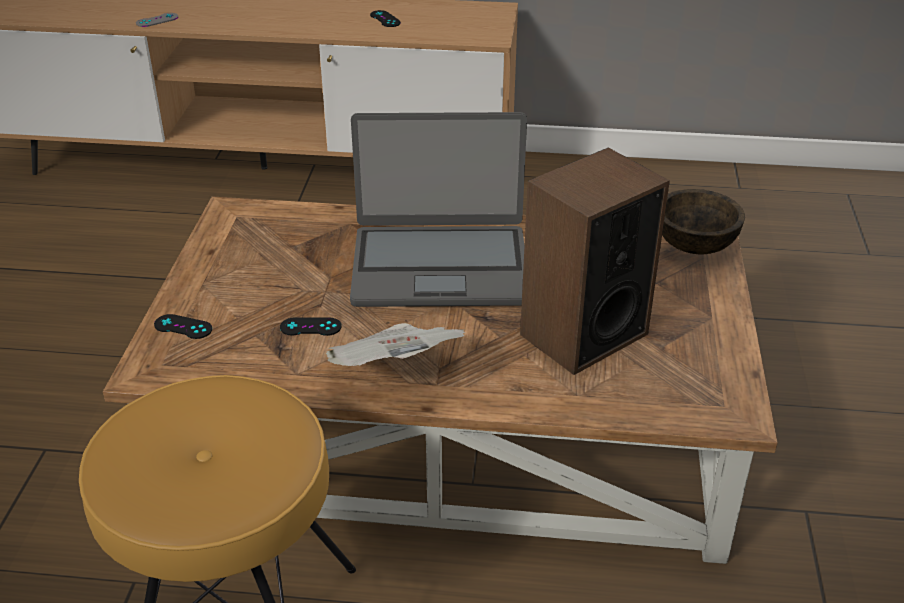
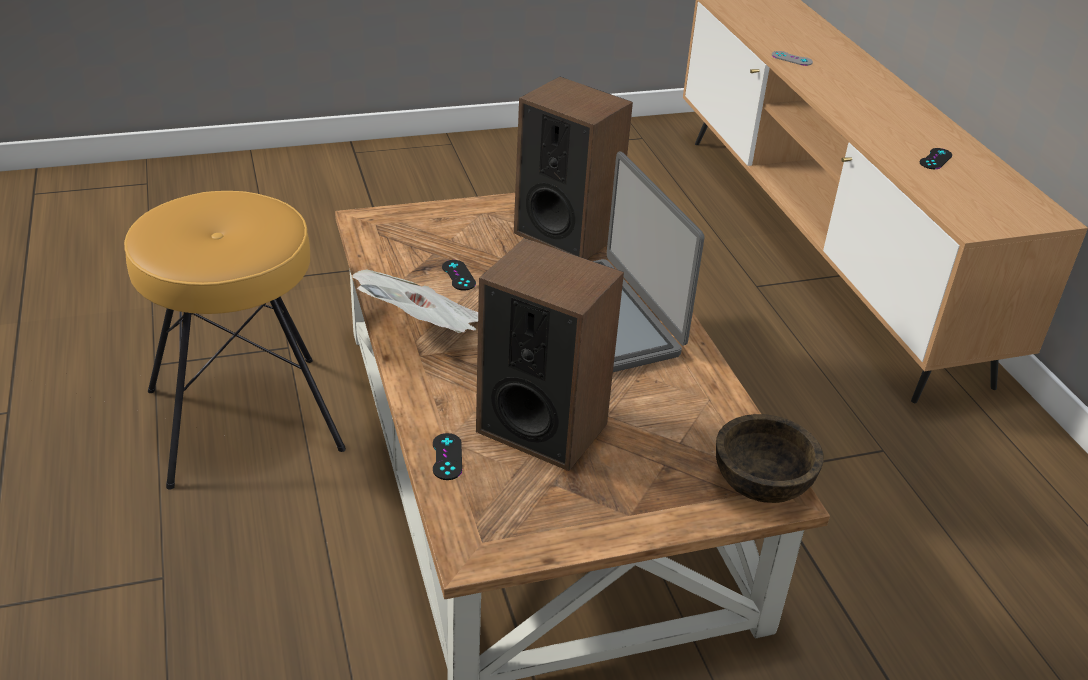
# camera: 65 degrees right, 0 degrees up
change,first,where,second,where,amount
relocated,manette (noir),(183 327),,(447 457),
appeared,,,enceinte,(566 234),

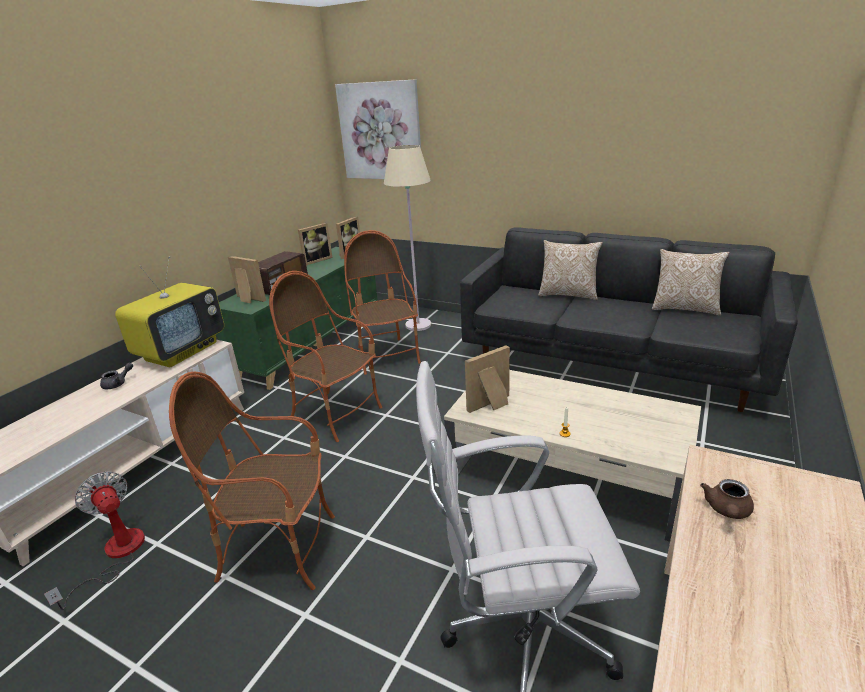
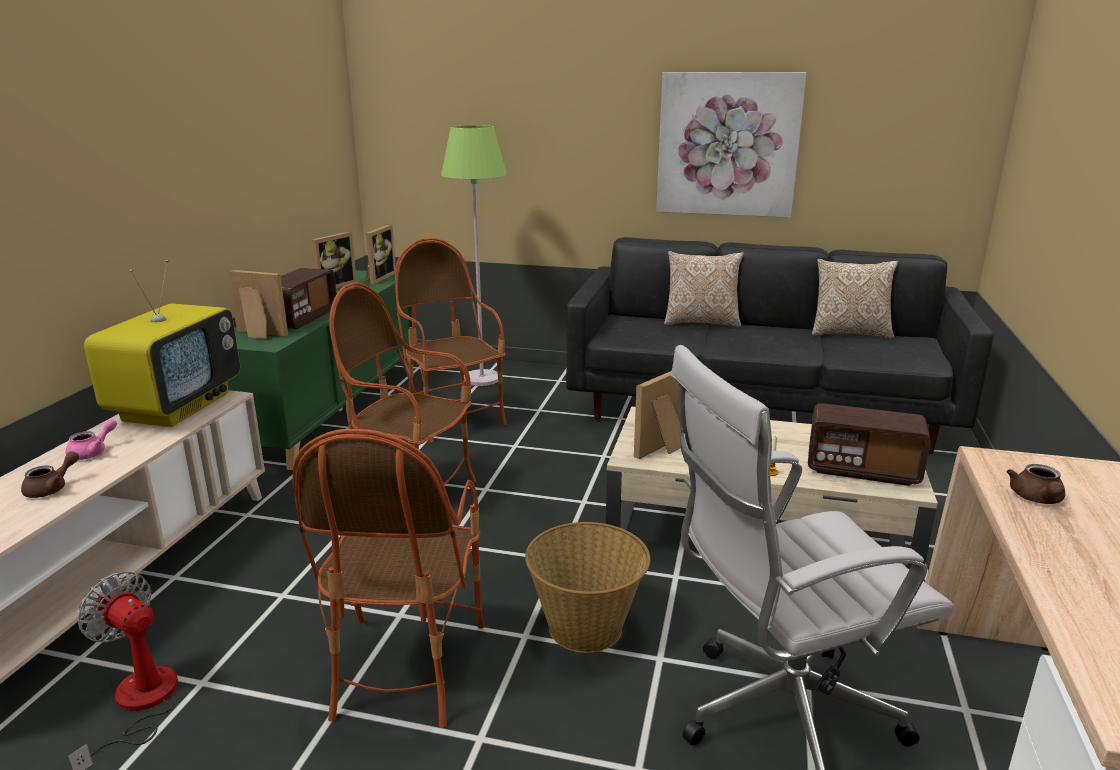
# camera: 15 degrees left, 5 degrees down
change,first,where,second,where,amount
appeared,,,théière (marron),(52 488),
colour,théière (gris),(118 384),théière (rose),(93 452),
spun,fauteuil,(279 550),,(405 666),75 degrees counterclockwise
colour,lampadaire (beige),(418 325),lampadaire (vert),(482 378),
appeared,,,panier,(586 627),
relocated,tableau,(380 131),,(728 145),
appeared,,,radio,(862 470),

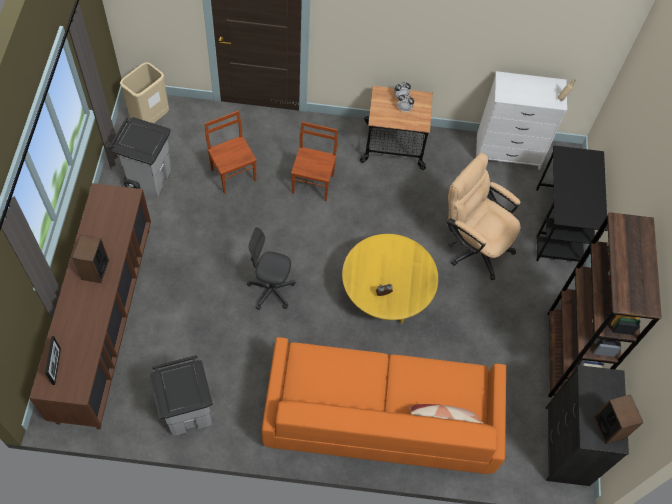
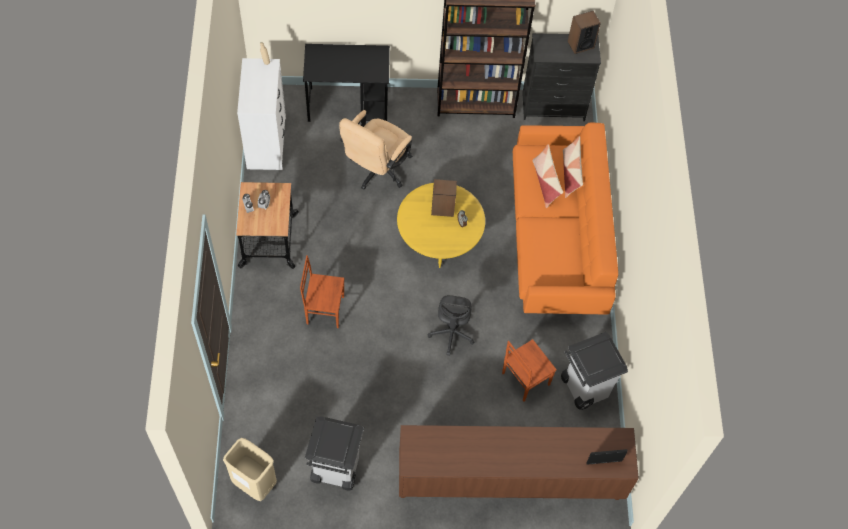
# camera: 95 degrees left, 0 degrees up
change,first,where,second,where,amount
relocated,enceinte,(95 270),,(443 208),
relocated,chaise (marron),(234 174),,(524 379),
appeared,,,coussin,(545 182),

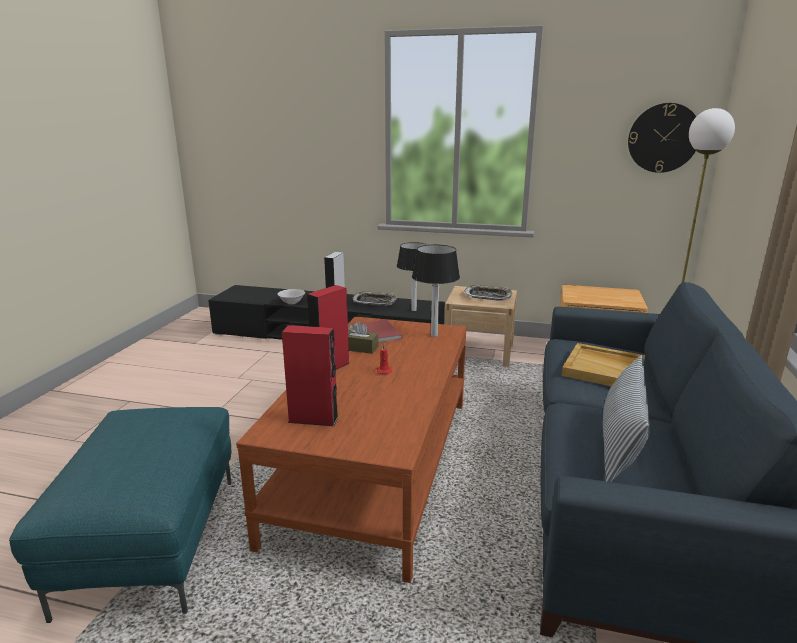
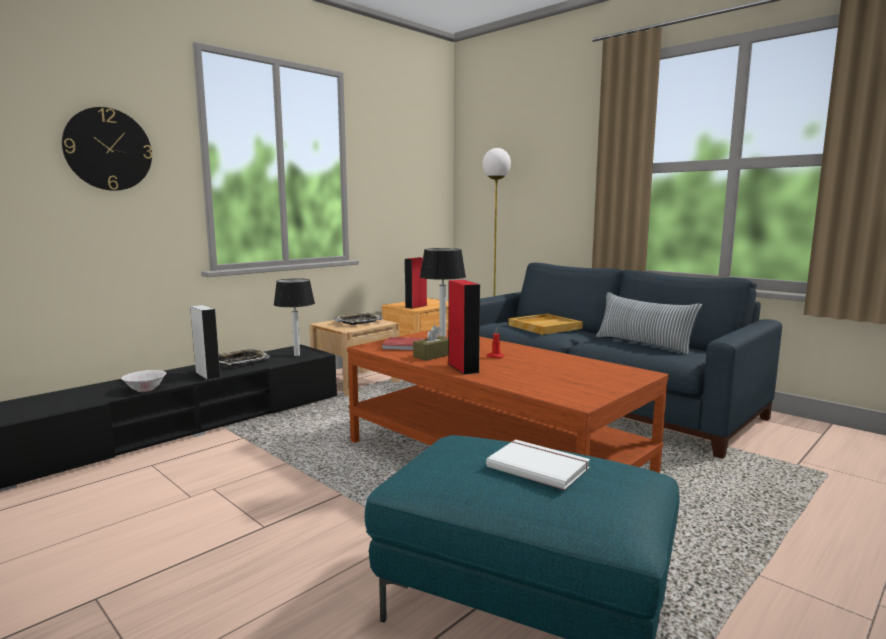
# camera: 60 degrees left, 10 degrees down
change,first,where,second,where,amount
relocated,horloge murale,(663 138),,(108 149),
relocated,enceinte (rouge),(313 419),,(416 306),
appeared,,,livre (blanc),(538 466),

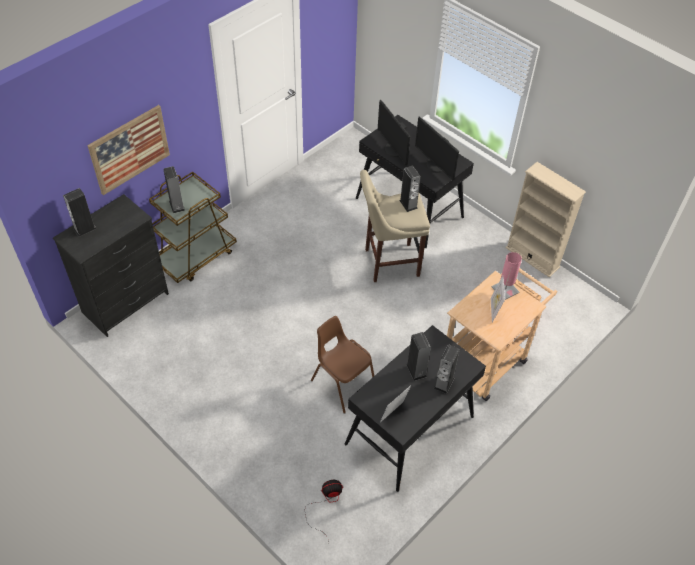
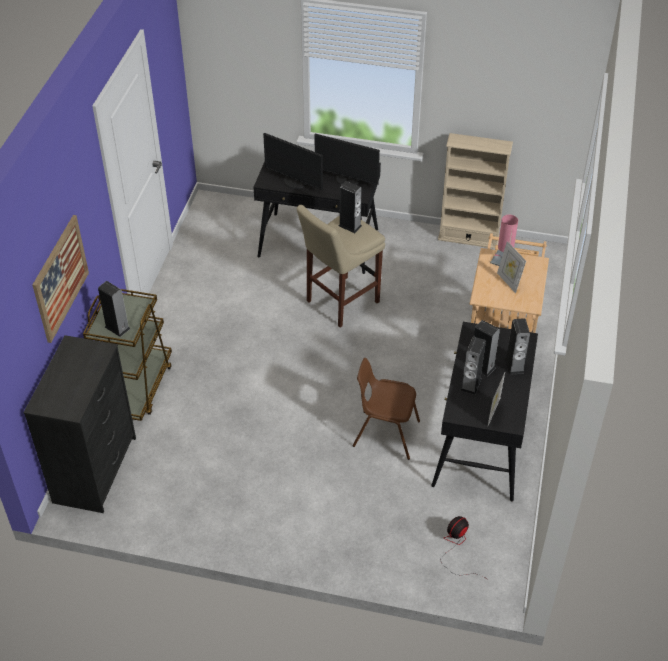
# camera: 30 degrees left, 5 degrees down
change,first,where,second,where,amount
relocated,enceinte,(84 228),,(470 384),

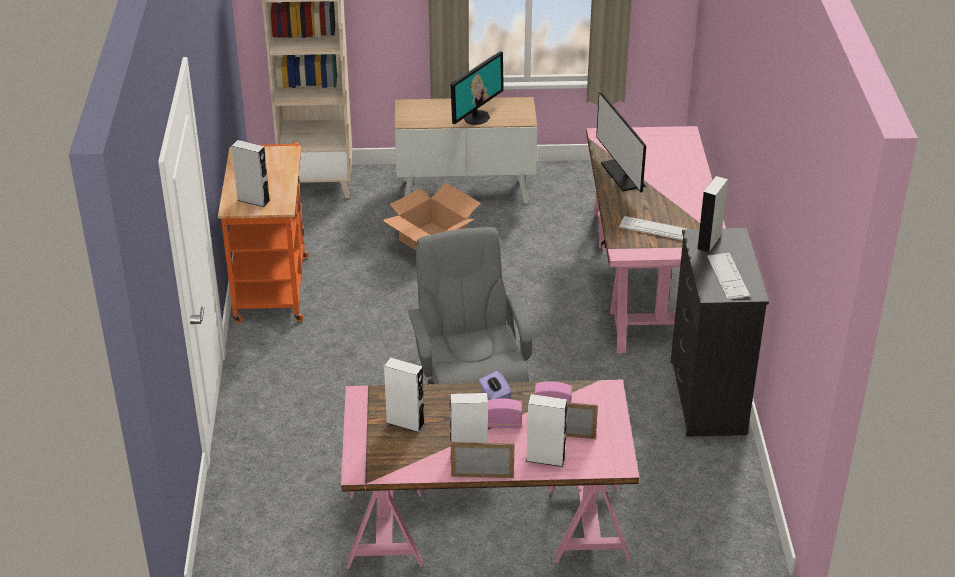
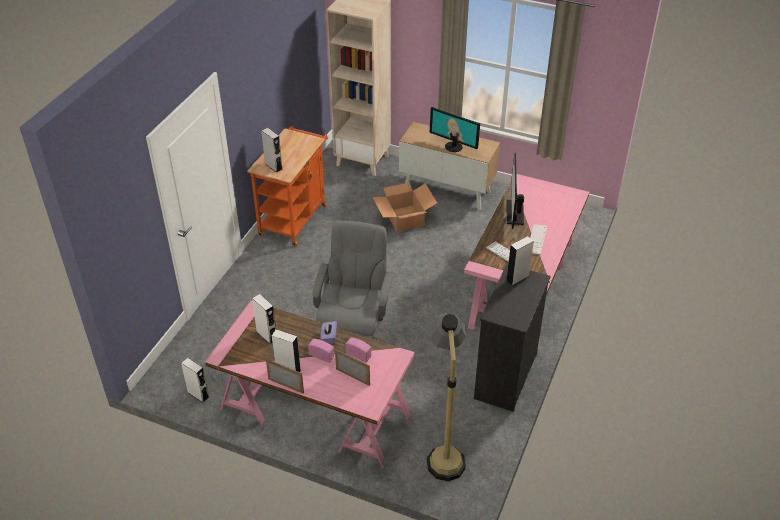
# camera: 25 degrees right, 5 degrees up
change,first,where,second,where,amount
relocated,enceinte (blanc),(545 459),,(198 395),
appeared,,,lampadaire,(443 449),
spun,écran d'ordinateur,(476 117),,(454 146),60 degrees clockwise
relocated,clavier,(728 276),,(536 239),

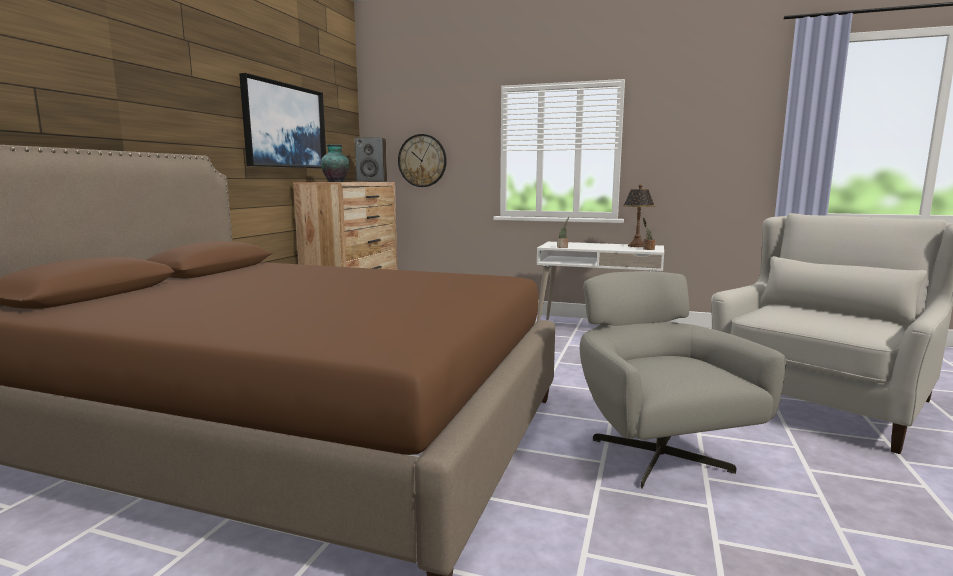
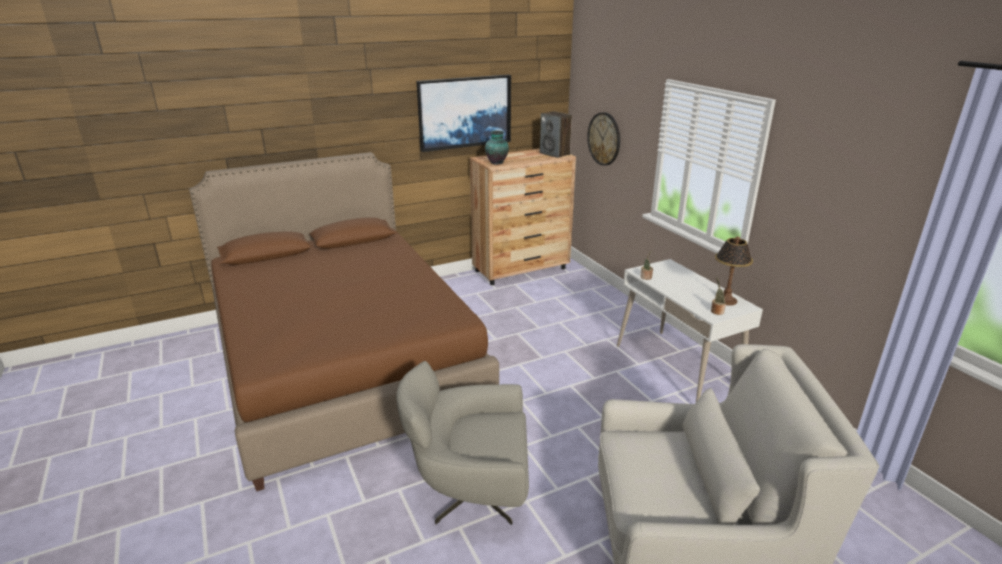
# camera: 45 degrees right, 15 degrees up
change,first,where,second,where,amount
spun,fauteuil (gris),(656 453),,(470 494),120 degrees counterclockwise

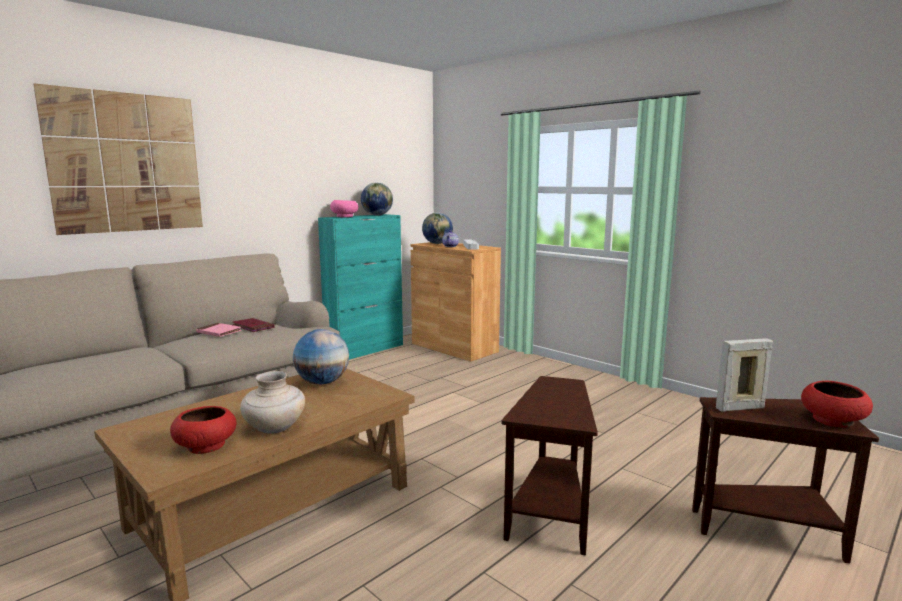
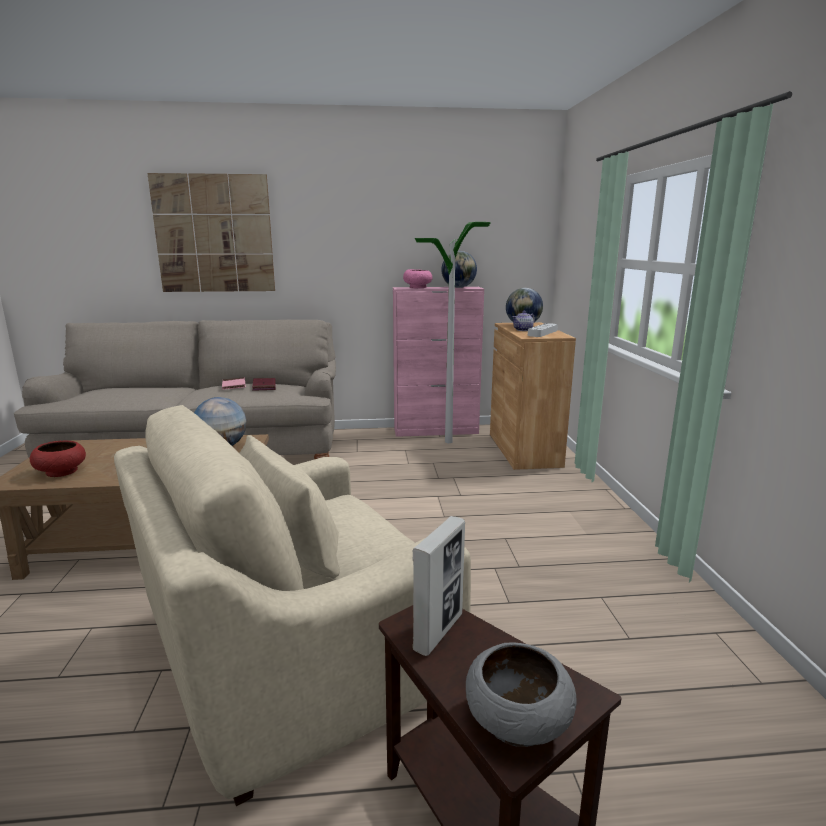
# camera: 40 degrees right, 5 degrees up
change,first,where,second,where,amount
exchanged,table d'appoint (marron),(550 515),fauteuil (beige),(293 656),
colour,meuble de rangement (turquoise),(365 350),meuble de rangement (rose),(436 431),
spun,cadre photo,(739 408),,(438 631),90 degrees clockwise
appeared,,,lampadaire,(448 441),
colour,bol (rouge),(833 421),bol (gris),(517 722),
missing,vase (beige),(274 428),,,

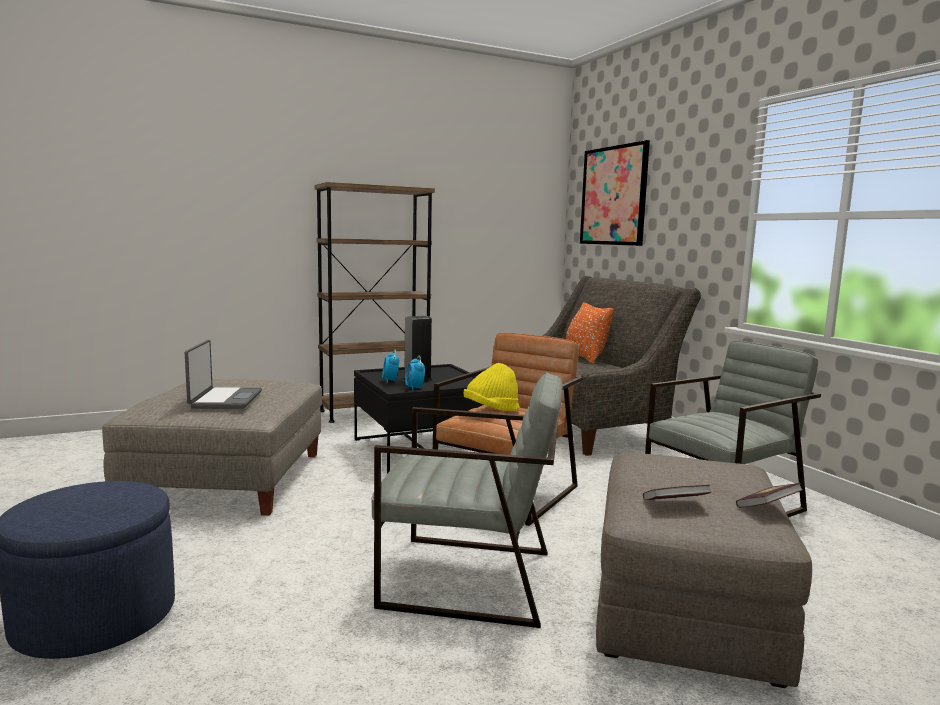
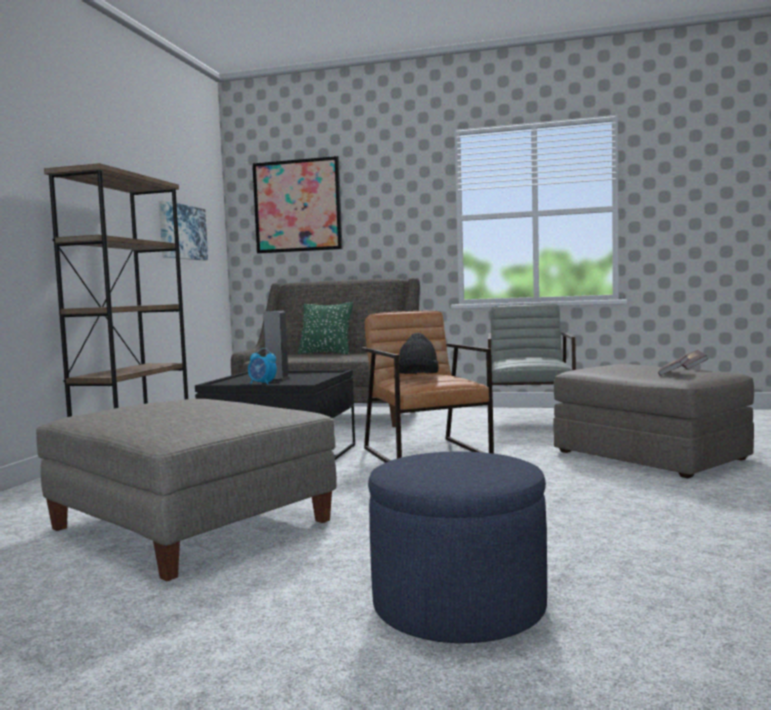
# camera: 50 degrees left, 5 degrees down
change,first,where,second,where,amount
appeared,,,tableau,(182 232),
colour,coussin (orange),(585 358),coussin (vert),(326 353),
colour,chapeau (jaune),(491 410),chapeau (noir),(418 377),
missing,ordinateur portable,(224 400),,,
missing,fauteuil (gris),(468 579),,,
missing,réveil,(414 388),,,

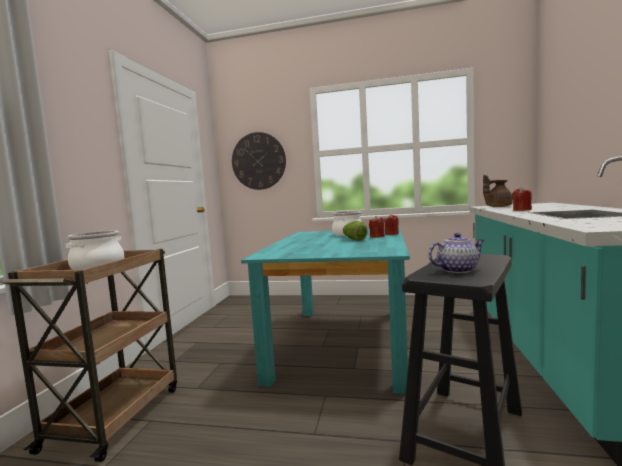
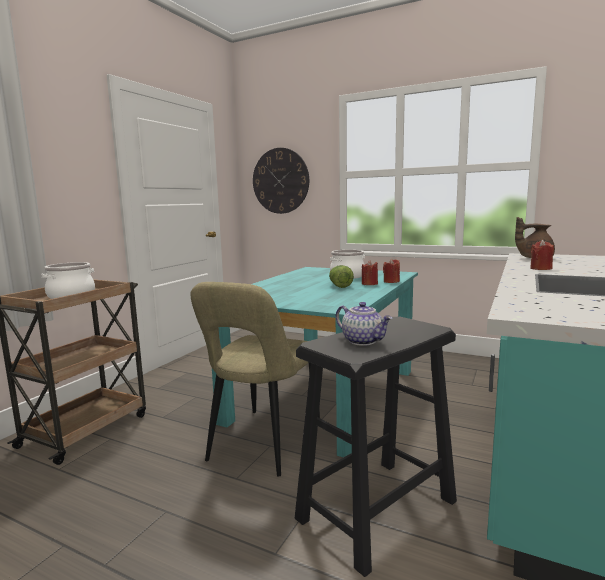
# camera: 15 degrees right, 5 degrees up
change,first,where,second,where,amount
appeared,,,chaise (beige),(262 444),
spun,théière,(457 270),,(363 341),45 degrees clockwise

